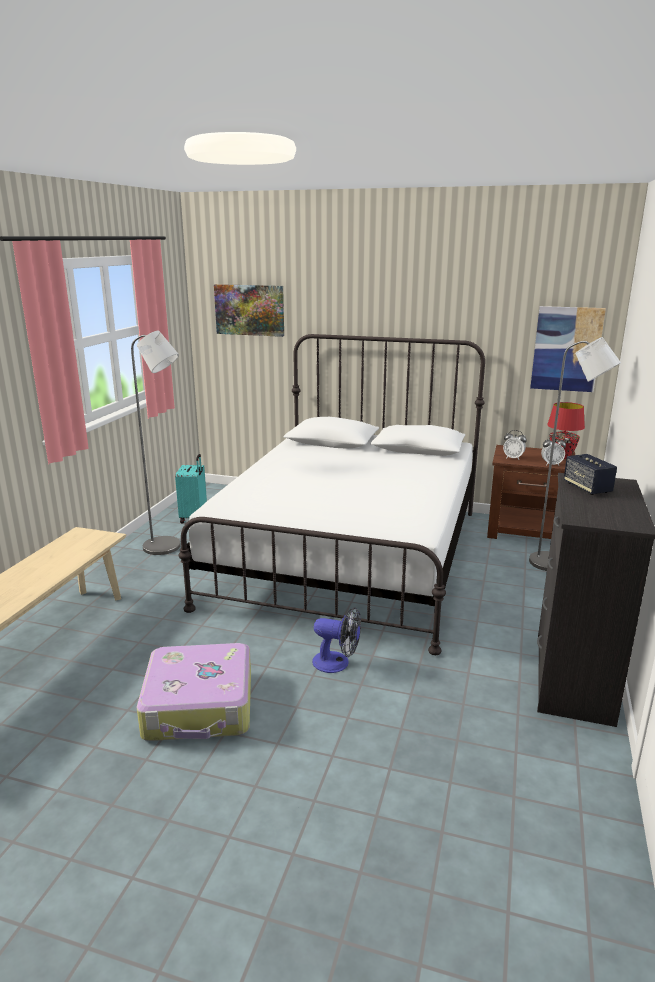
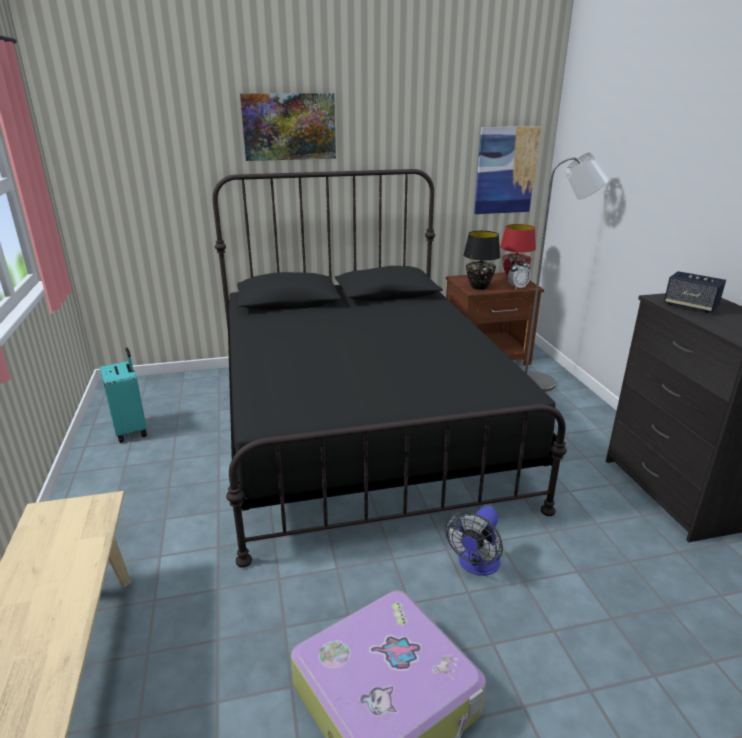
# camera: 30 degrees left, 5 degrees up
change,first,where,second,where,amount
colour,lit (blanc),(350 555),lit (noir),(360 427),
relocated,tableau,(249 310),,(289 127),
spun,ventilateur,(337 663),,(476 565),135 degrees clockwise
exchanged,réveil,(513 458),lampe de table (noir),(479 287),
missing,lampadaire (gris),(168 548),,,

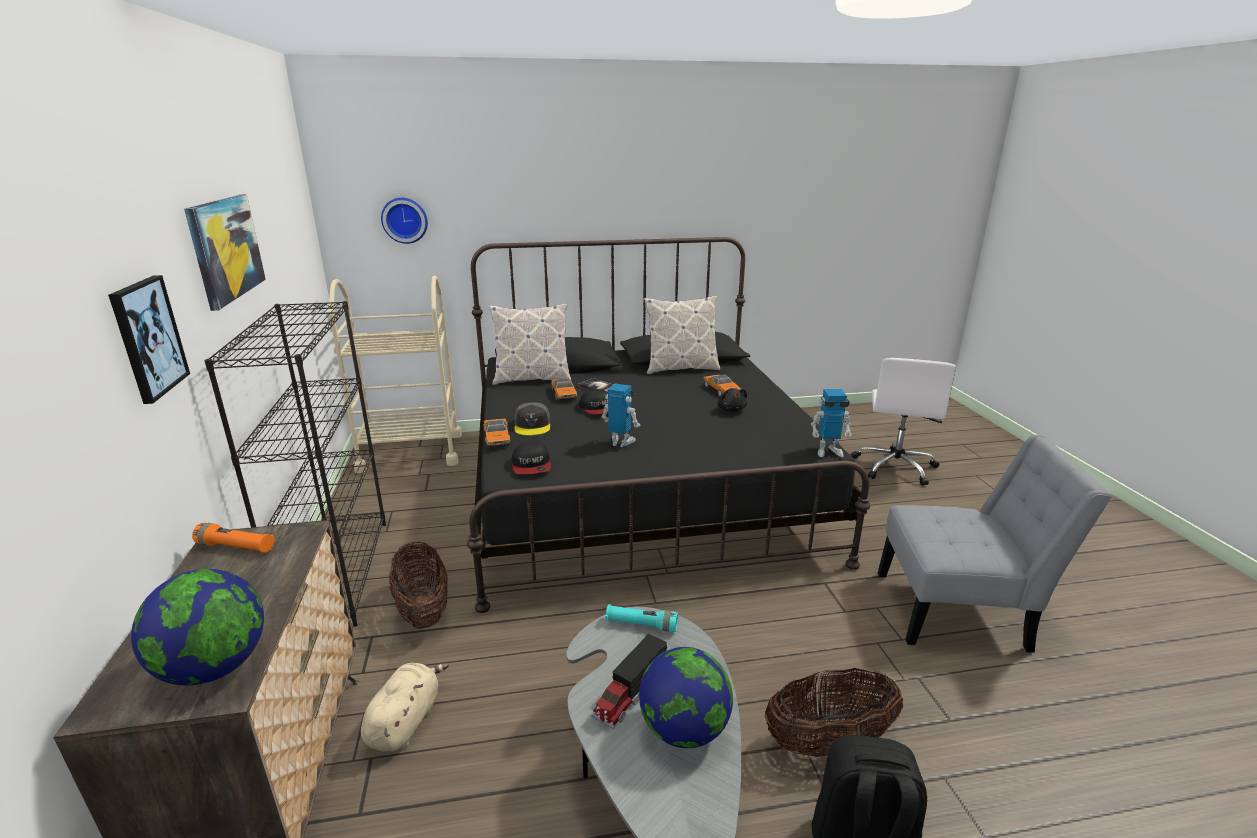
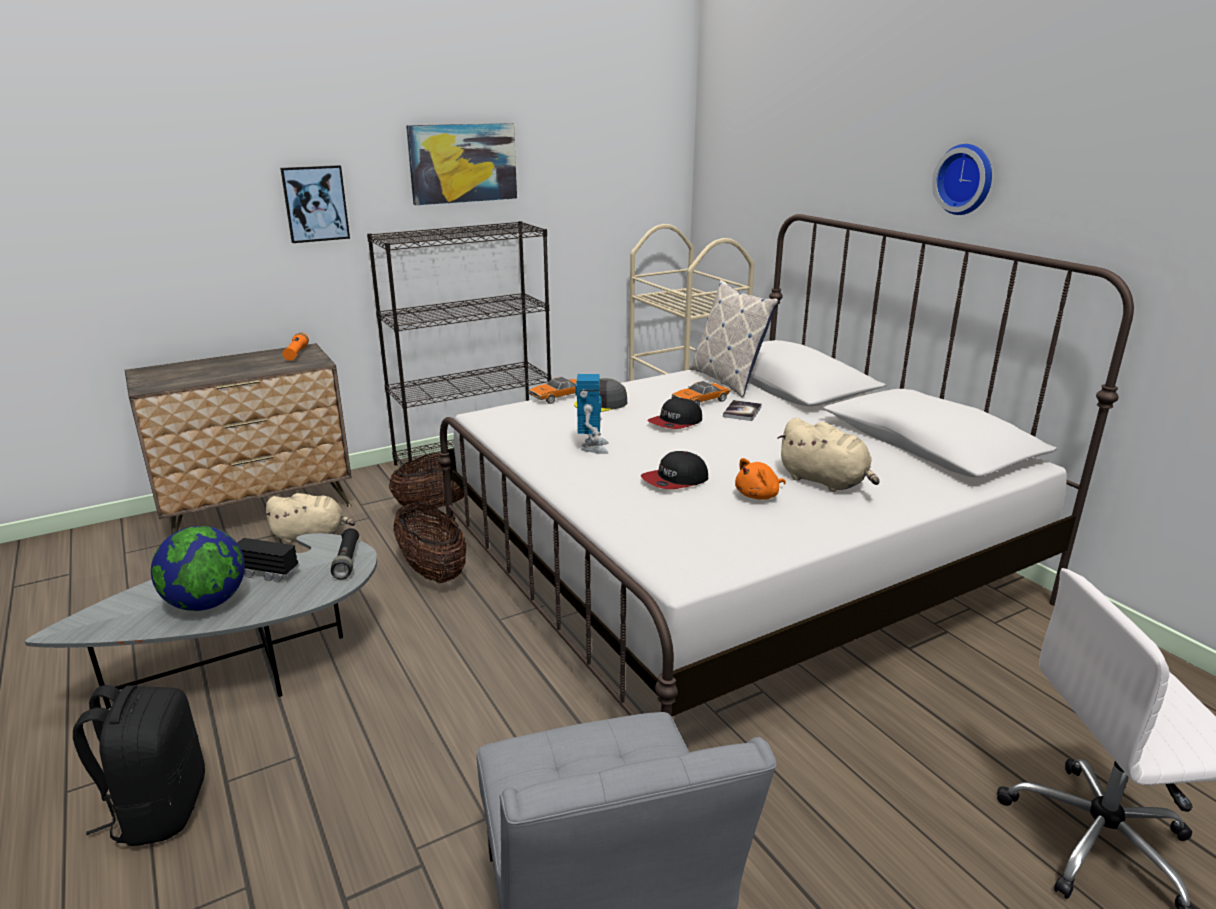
# camera: 70 degrees right, 0 degrees up
change,first,where,second,where,amount
colour,lampe de poche (turquoise),(641 625),lampe de poche (noir),(347 561),
relocated,panier,(828 742),,(432 571),
colour,lit (noir),(638 488),lit (blanc),(729 563),
relocated,casquette,(531 465),,(675 480),
colour,peluche (noir),(731 409),peluche (orange),(759 495),
exchanged,petite voiture,(721 390),peluche (beige),(825 481),
relocated,horloge murale,(405 220),,(966 179),
missing,globe,(214 668),,,
missing,coussin,(681 368),,,
missing,robot jouet,(828 451),,,

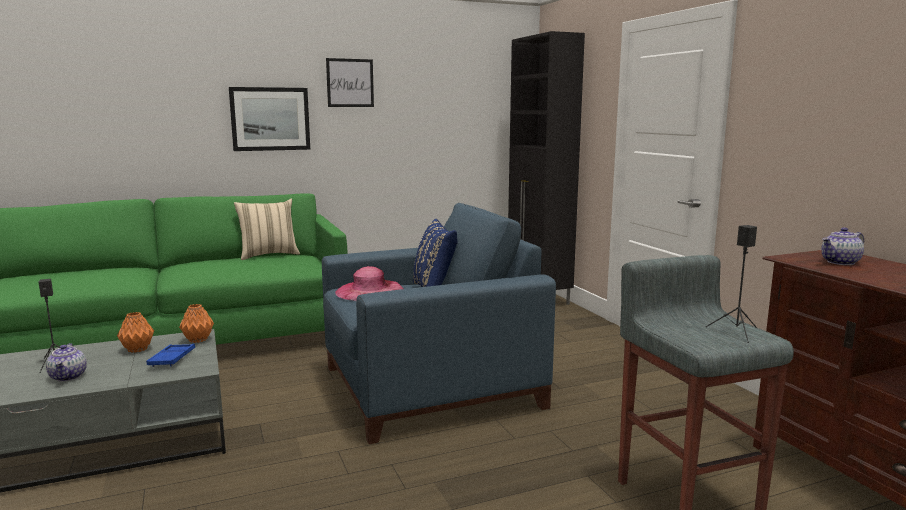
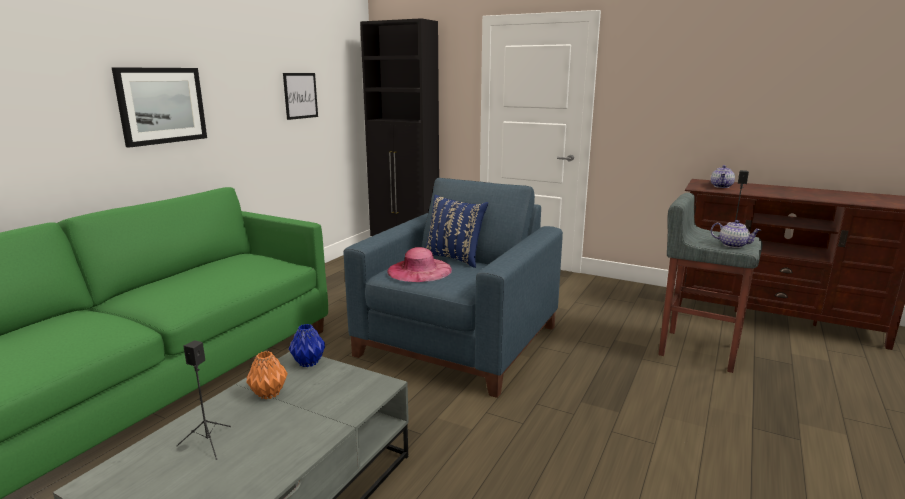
# camera: 40 degrees left, 5 degrees up
change,first,where,second,where,amount
relocated,tableau,(350 83),,(300 95),
colour,vase (orange),(198 340),vase (bleu),(308 362),
relocated,théière,(68 377),,(733 245),
missing,plateau (bleu),(172 359),,,
missing,coussin (beige),(268 255),,,

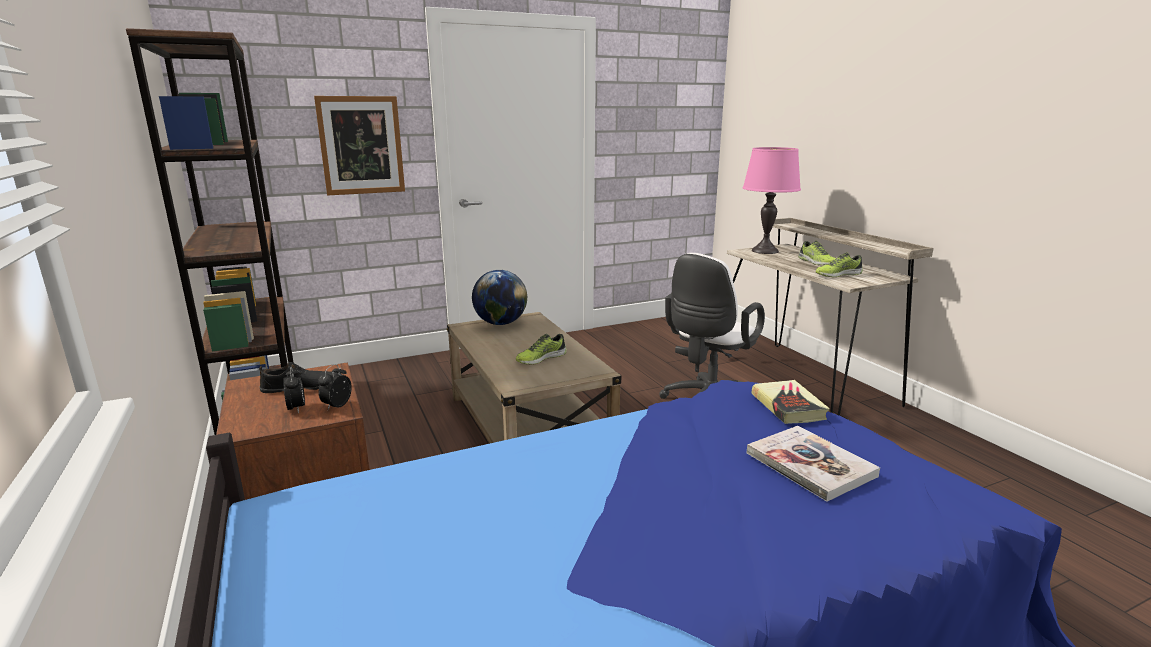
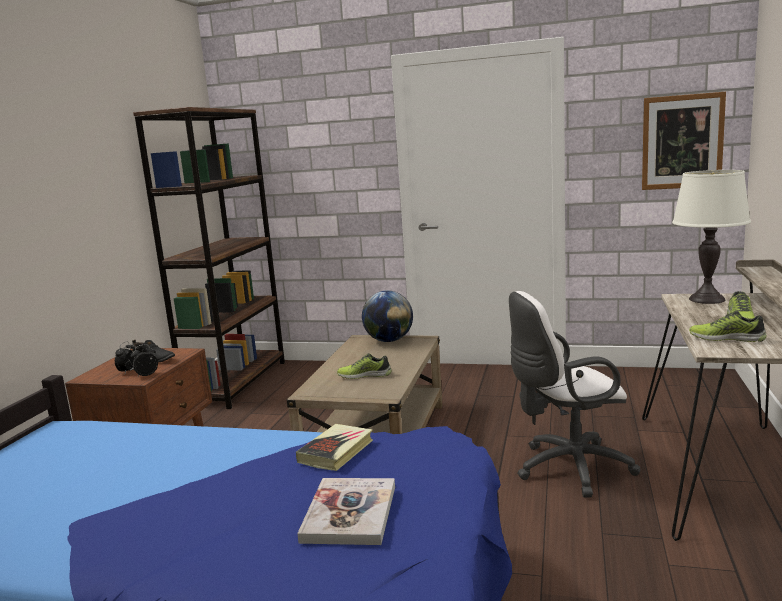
# camera: 40 degrees right, 5 degrees down
change,first,where,second,where,amount
relocated,livre,(788 406),,(336 451),
relocated,tableau,(361 145),,(682 142),
colour,lampe de table (rose),(765 251),lampe de table (blanc),(707 299),

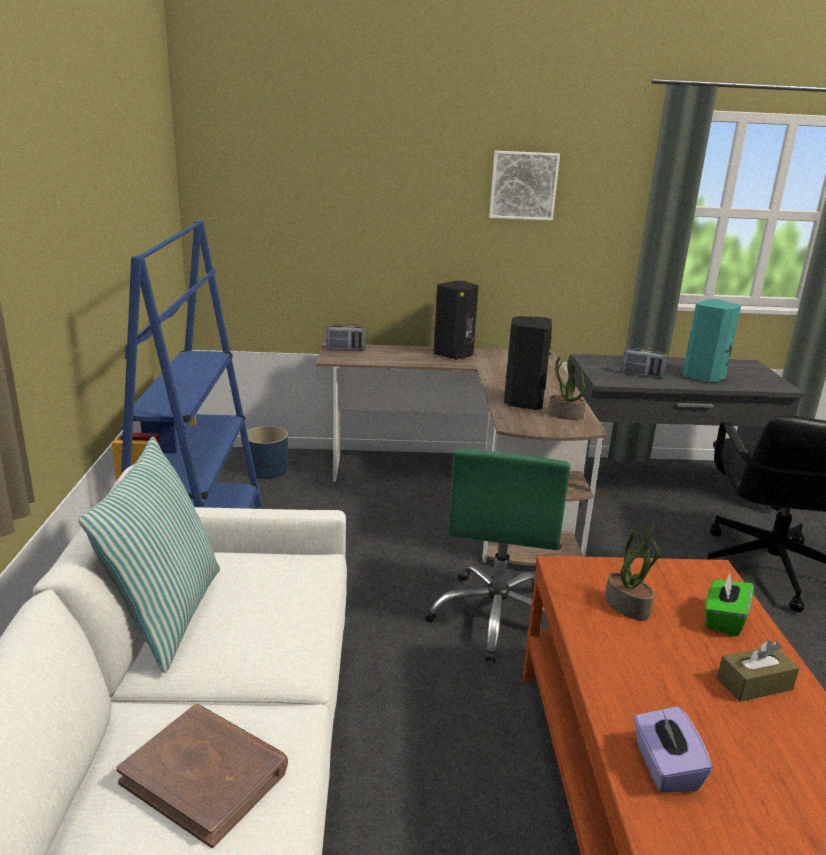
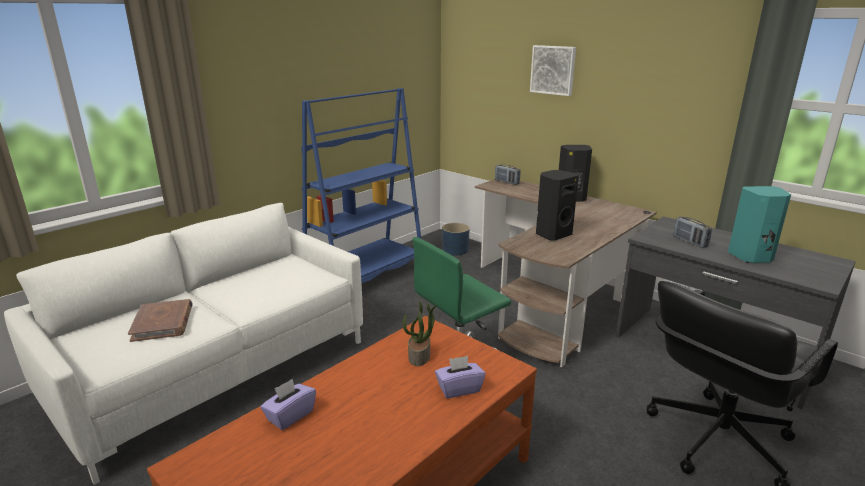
# camera: 45 degrees right, 0 degrees up
change,first,where,second,where,amount
colour,boîte à mouchoirs (vert),(724 619),boîte à mouchoirs (violet),(459 388),
relocated,tableau,(523 185),,(553 70),
missing,coussin,(165 614),,,
missing,plante en pot,(564 415),,,
missing,boîte à mouchoirs (marron),(754 684),,,

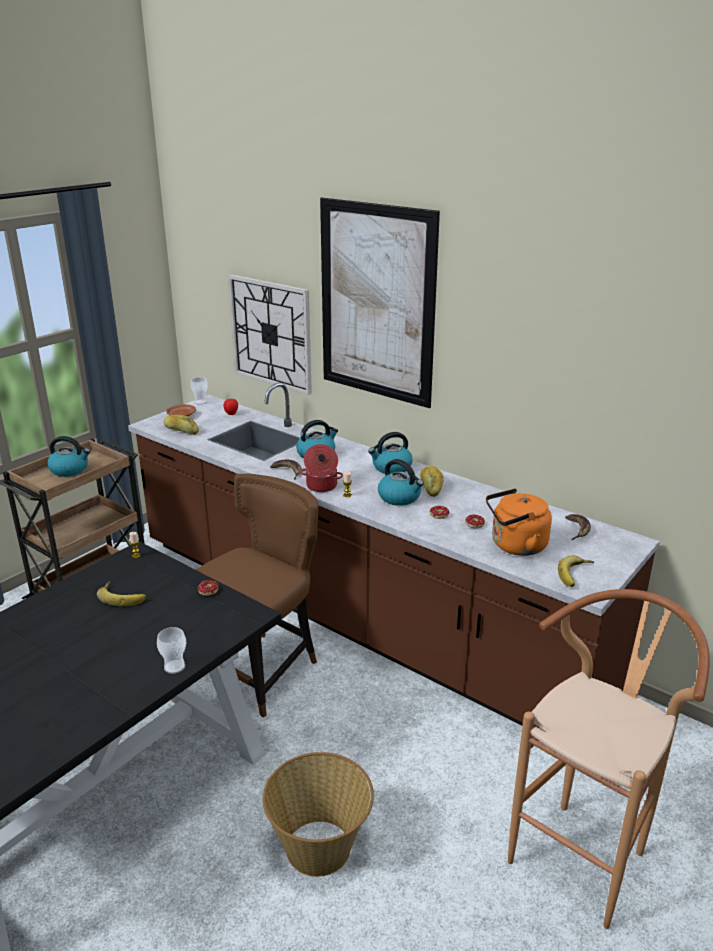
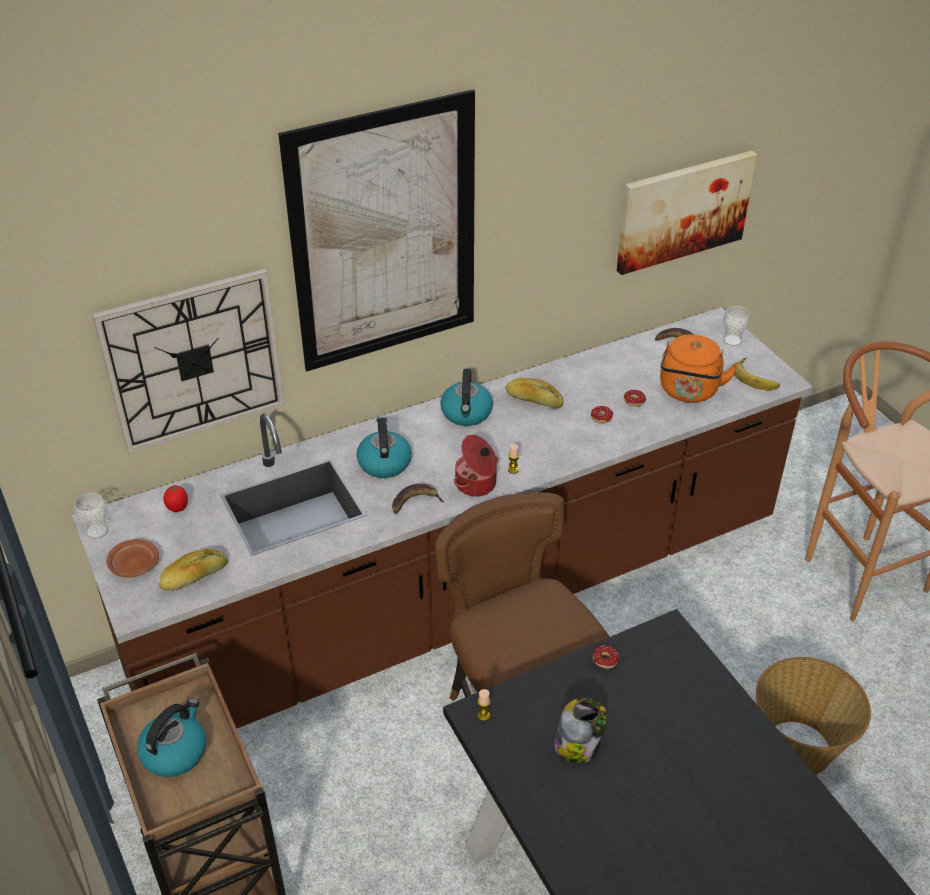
# camera: 65 degrees left, 15 degrees up
change,first,where,second,where,amount
exchanged,banane,(123 596),bocal,(578 745),
appeared,,,tableau,(683 210),
relocated,tasse,(174 667),,(732 340),
missing,bouilloire,(400 497),,,

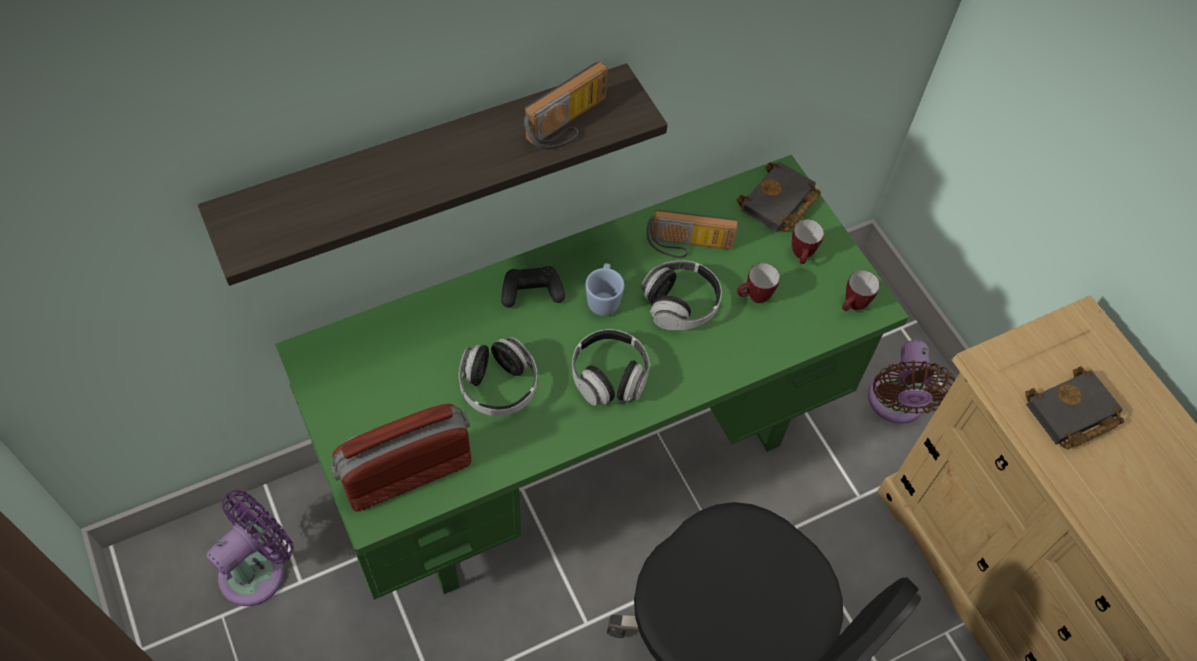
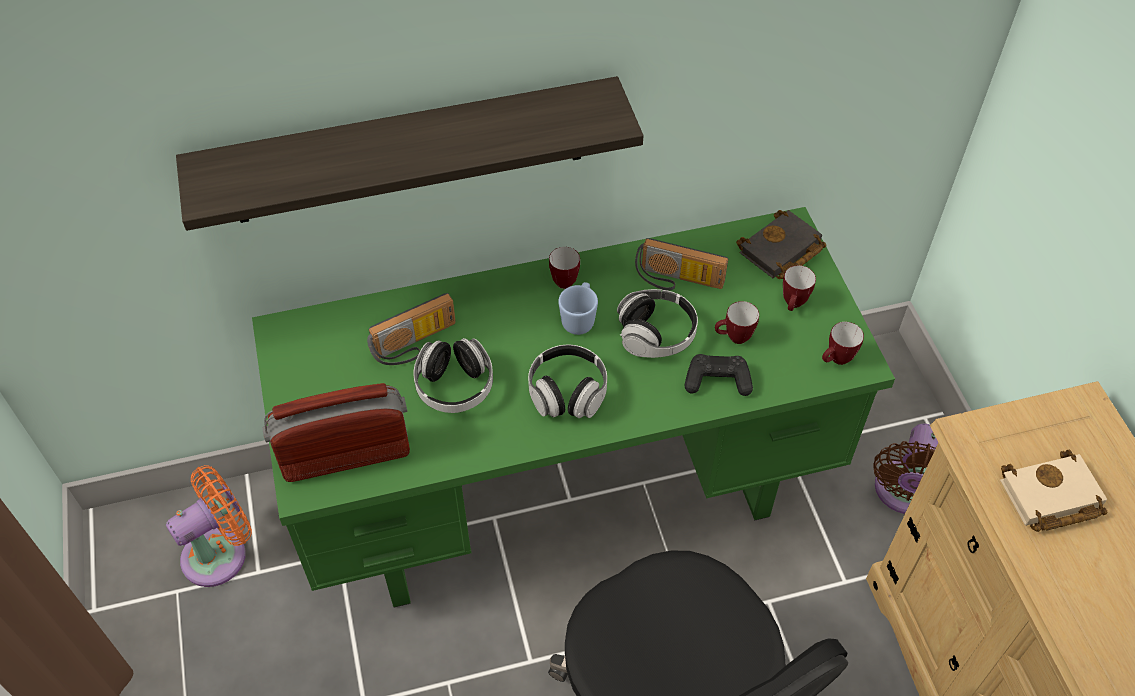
# camera: 15 degrees right, 5 degrees down
change,first,where,second,where,amount
colour,ventilateur (violet),(258 569),ventilateur (orange),(220 553),
relocated,radio,(569 125),,(416 344),
appeared,,,mug,(566 279),
relocated,manette (noir),(532 292),,(717 381),
colour,livre (noir),(1071 415),livre (beige),(1049 498),

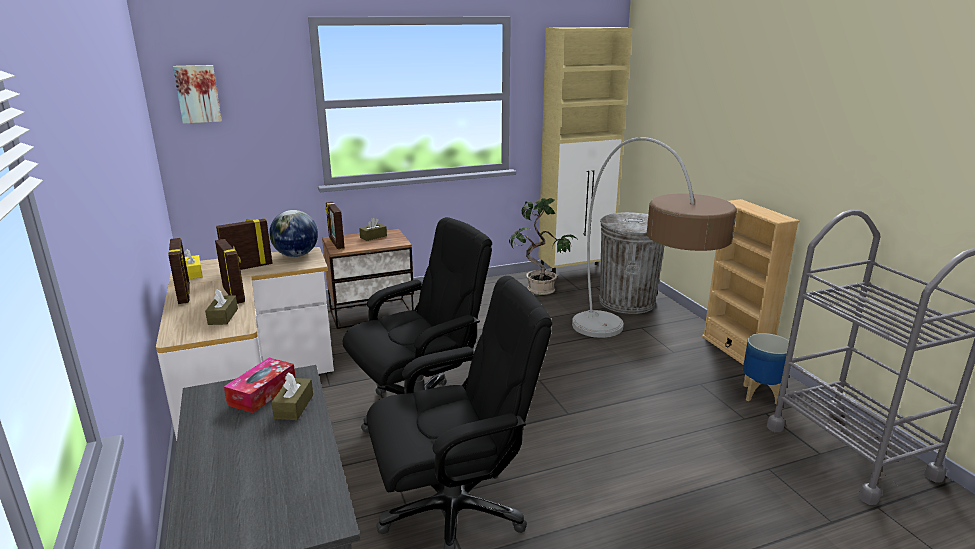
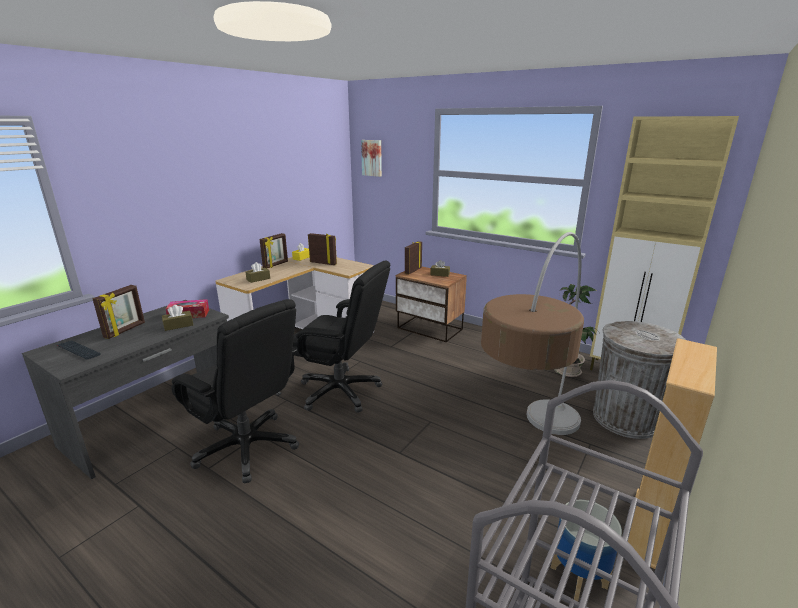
# camera: 55 degrees right, 0 degrees up
change,first,where,second,where,amount
appeared,,,clavier,(78 350),
relocated,cadre photo,(234 295),,(125 330),
missing,globe,(296 255),,,

